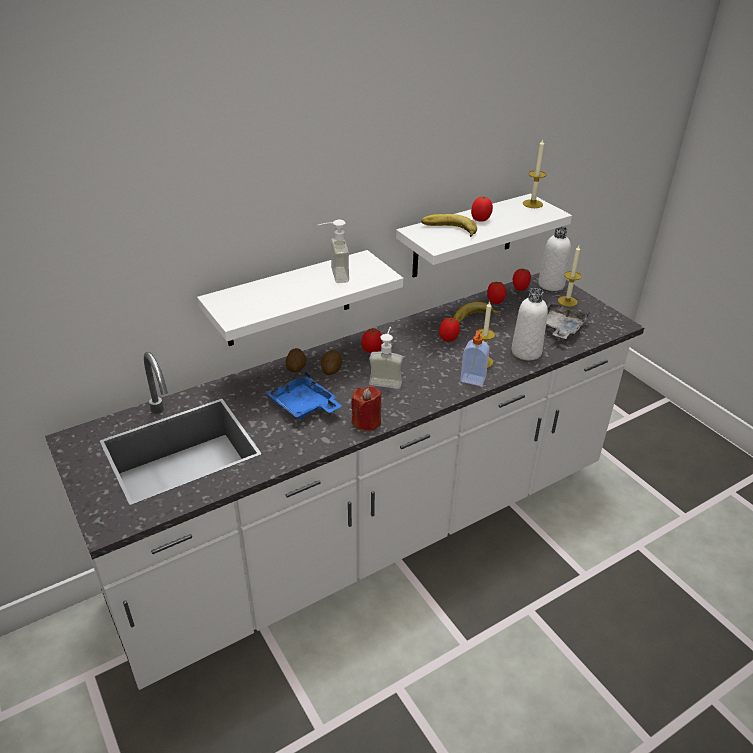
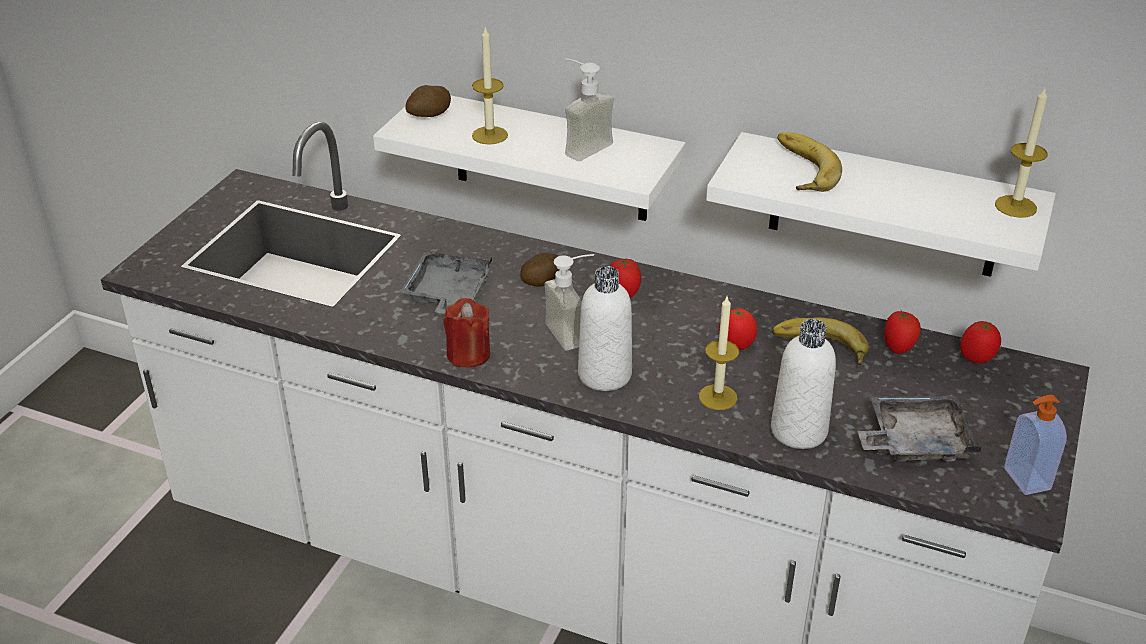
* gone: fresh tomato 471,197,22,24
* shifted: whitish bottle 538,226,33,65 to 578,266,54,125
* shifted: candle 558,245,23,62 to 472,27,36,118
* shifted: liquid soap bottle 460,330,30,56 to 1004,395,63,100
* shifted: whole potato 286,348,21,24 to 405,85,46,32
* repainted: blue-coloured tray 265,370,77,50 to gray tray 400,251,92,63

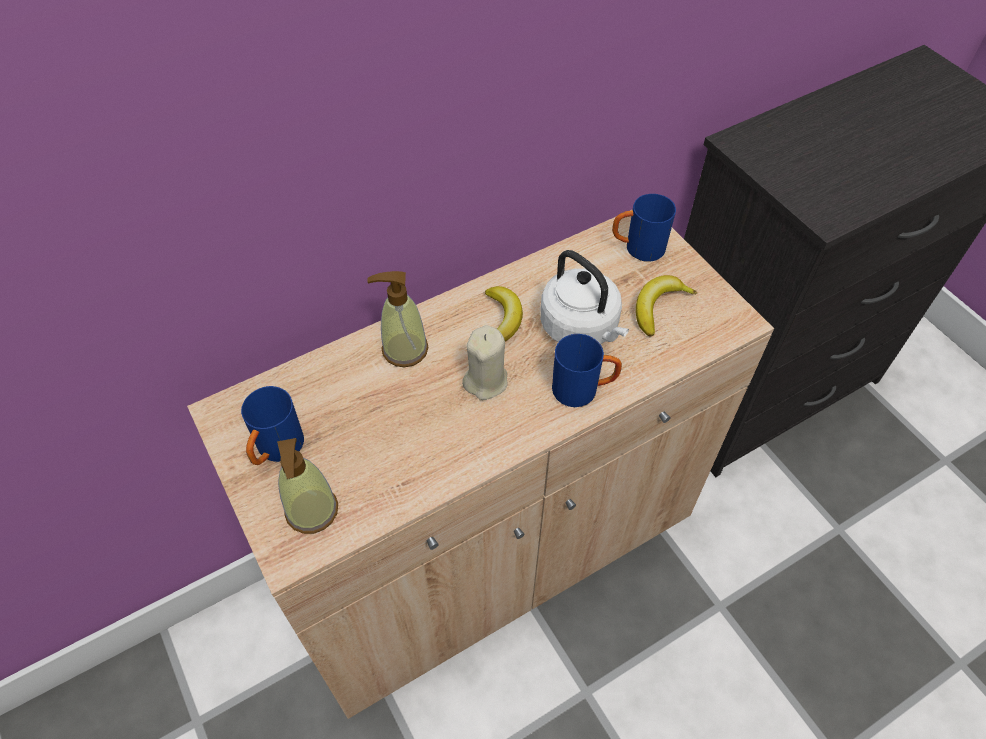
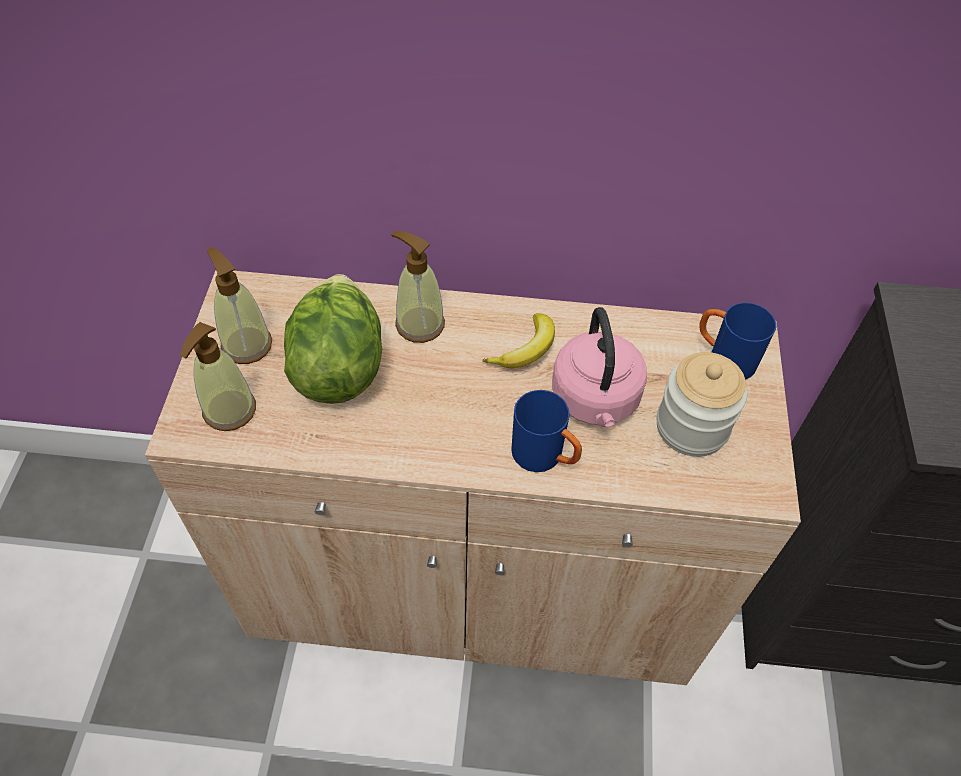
* repainted: whitish tea kettle 540,250,89,94 to pinkish tea kettle 552,307,95,120
* swapped: banana fruit 636,275,61,61 to jar 657,352,90,105
* gone: beige-coloured candle 462,325,46,75
* swapped: blue-coloured coffee mug 241,386,63,79 to liquid soap bottle 207,247,65,117
* new: lettuce head 284,274,98,130

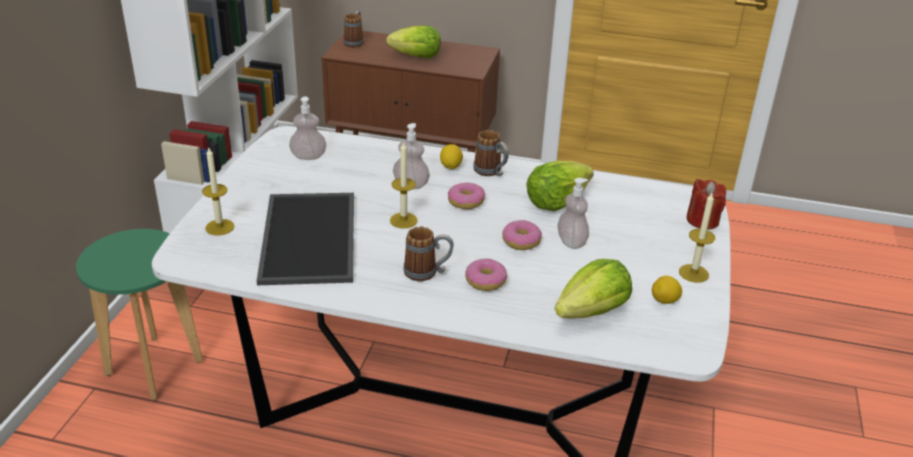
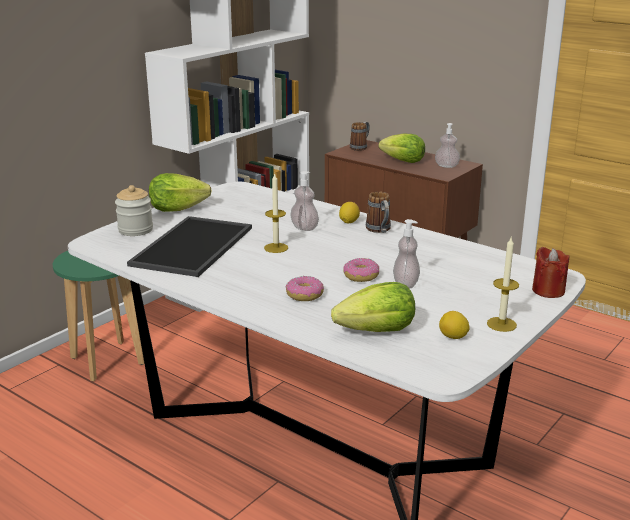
* shifted: liquid soap bottle 289,96,37,64 to 435,123,25,45
* swapped: candle 202,148,33,88 to jar 115,185,38,51
* shifted: lettuce head 526,161,68,50 to 149,173,63,39
* gone: doughnut 448,182,37,27
* gone: coffee mug 404,226,49,55

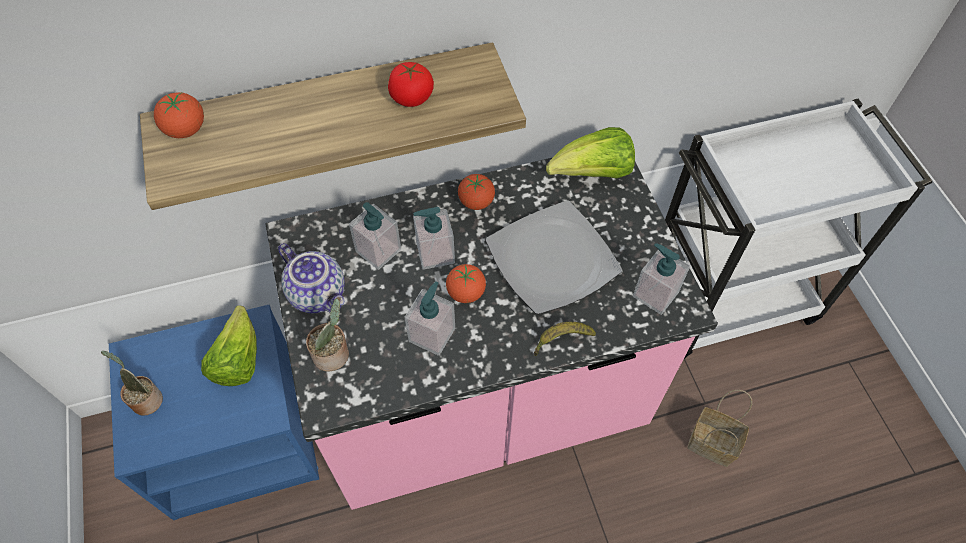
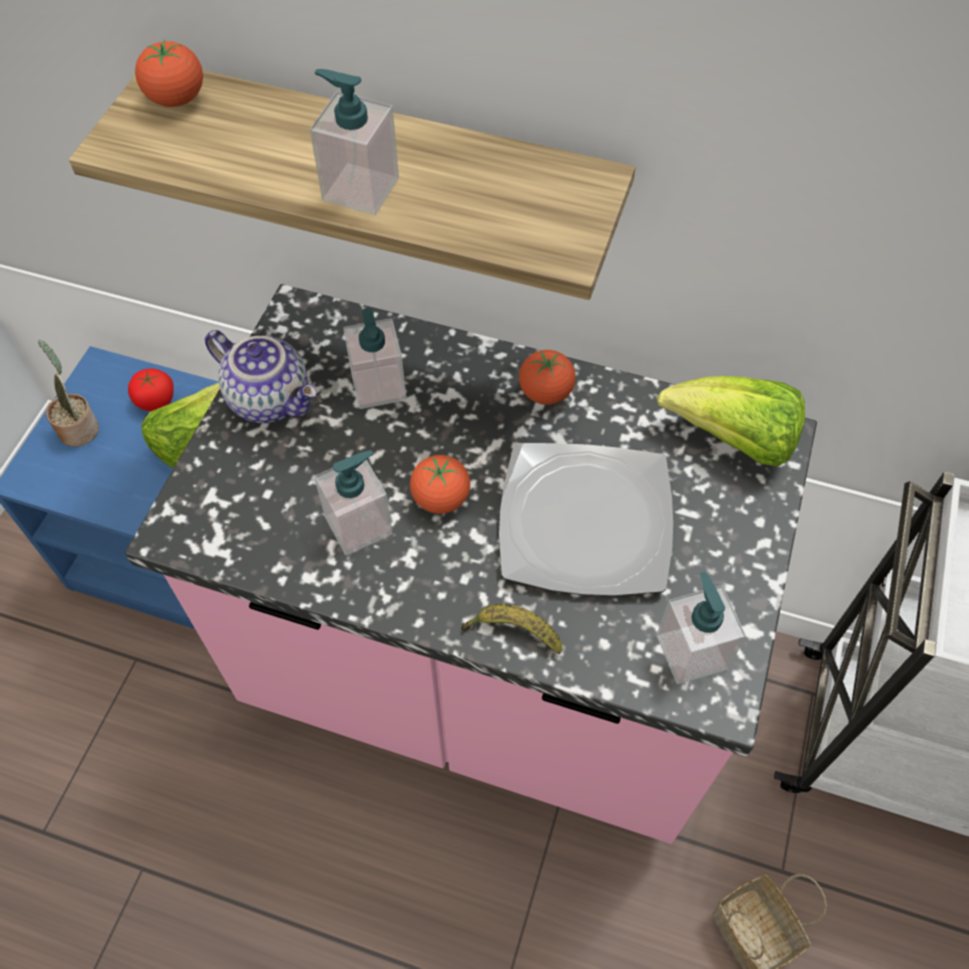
* shifted: fresh tomato 388,62,46,45 to 128,368,46,43
* shifted: liquid soap bottle 413,207,42,63 to 310,69,89,146
* rotated: teapot 278,243,67,70 = 205,330,112,93 45 degrees counterclockwise
* gone: houseplant 306,298,43,74

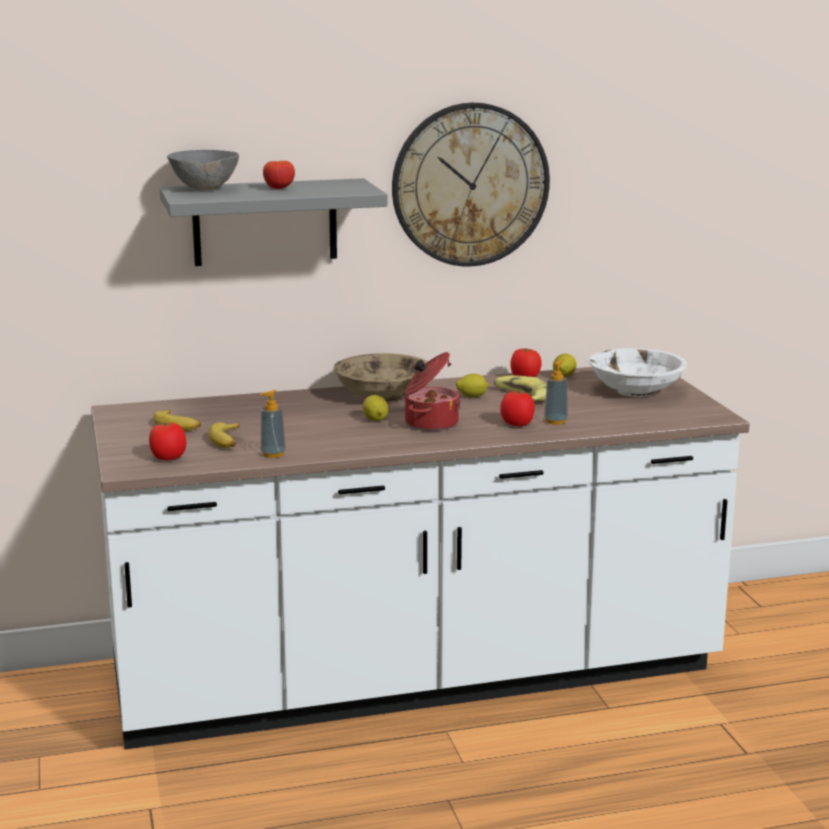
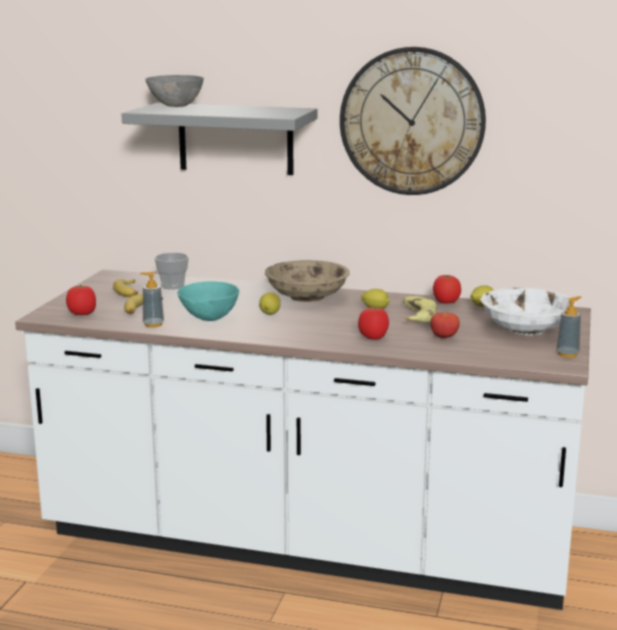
* shifted: fresh tomato 263,161,32,28 to 430,312,30,26
* gone: saucepot 405,352,56,79
* shifted: liquid soap bottle 544,359,24,66 to 556,296,25,62
* new: cup 155,253,34,36
* new: blue-green serving bowl 177,282,62,39

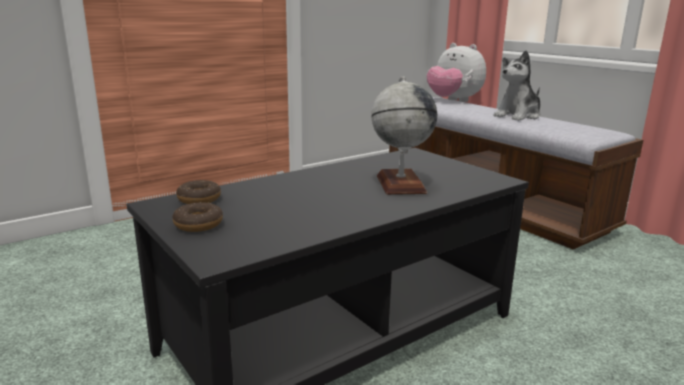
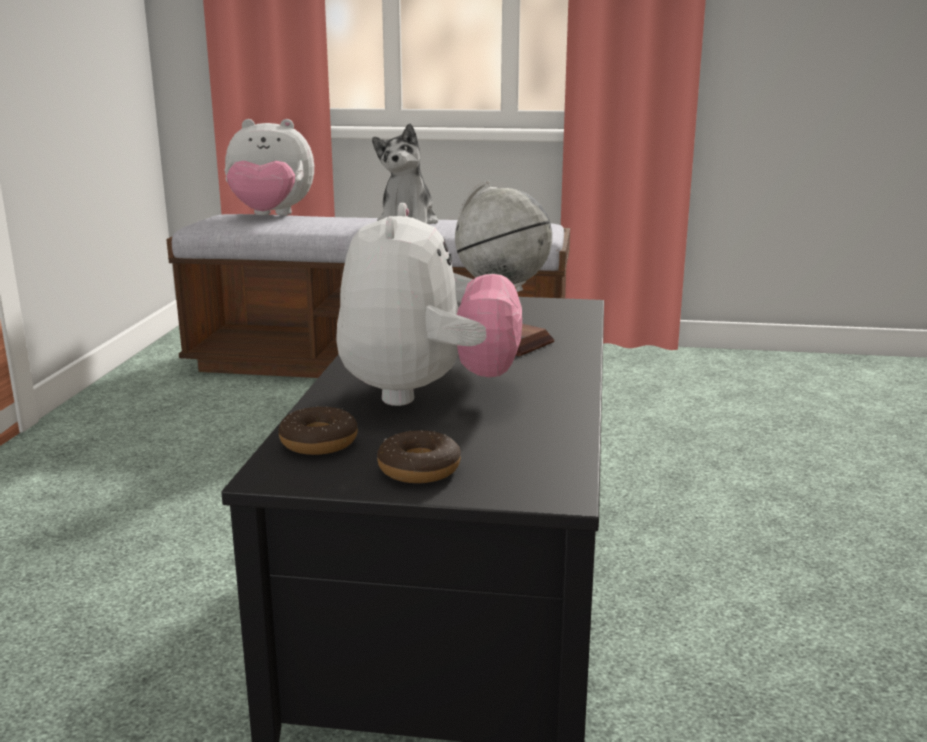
* new: plush toy 336,203,186,203

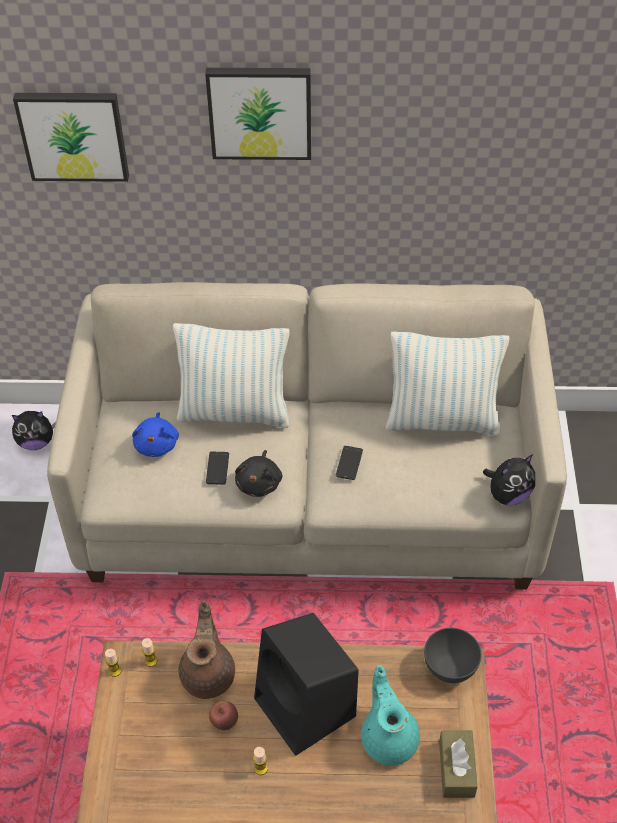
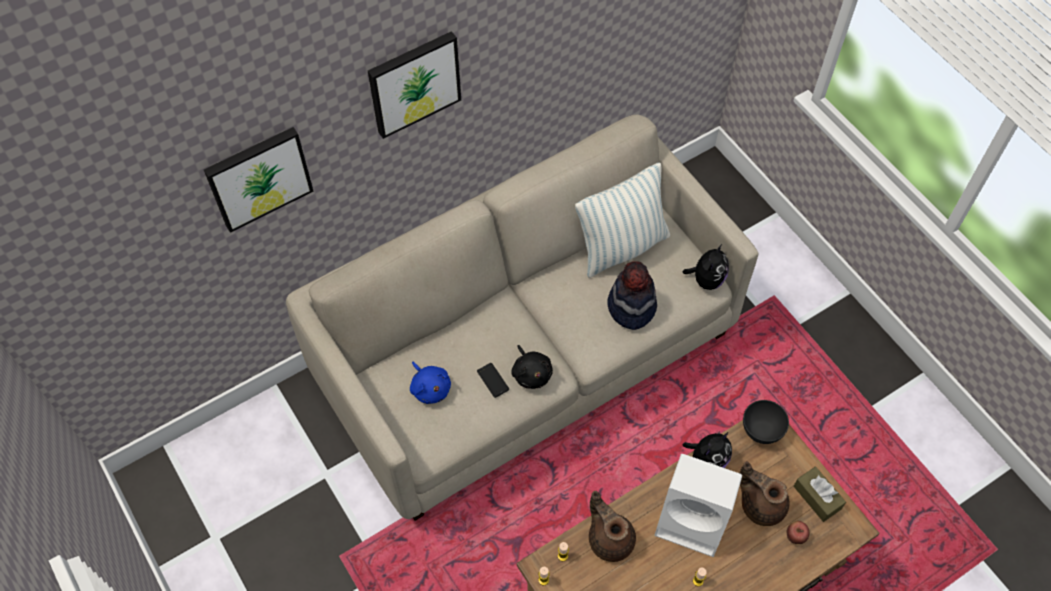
* gone: throw pillow 173,323,117,105
* shifted: plush toy 12,411,44,39 to 683,431,49,37
* gone: telephone 336,446,27,34
* repainted: blackish speaker 254,613,104,143 to whitish speaker 655,454,87,103
* repainted: blue-green teapot 361,665,59,101 to brown teapot 739,461,51,65
* shifted: apple 209,701,29,30 to 787,521,22,23
* new: hat 607,261,50,69

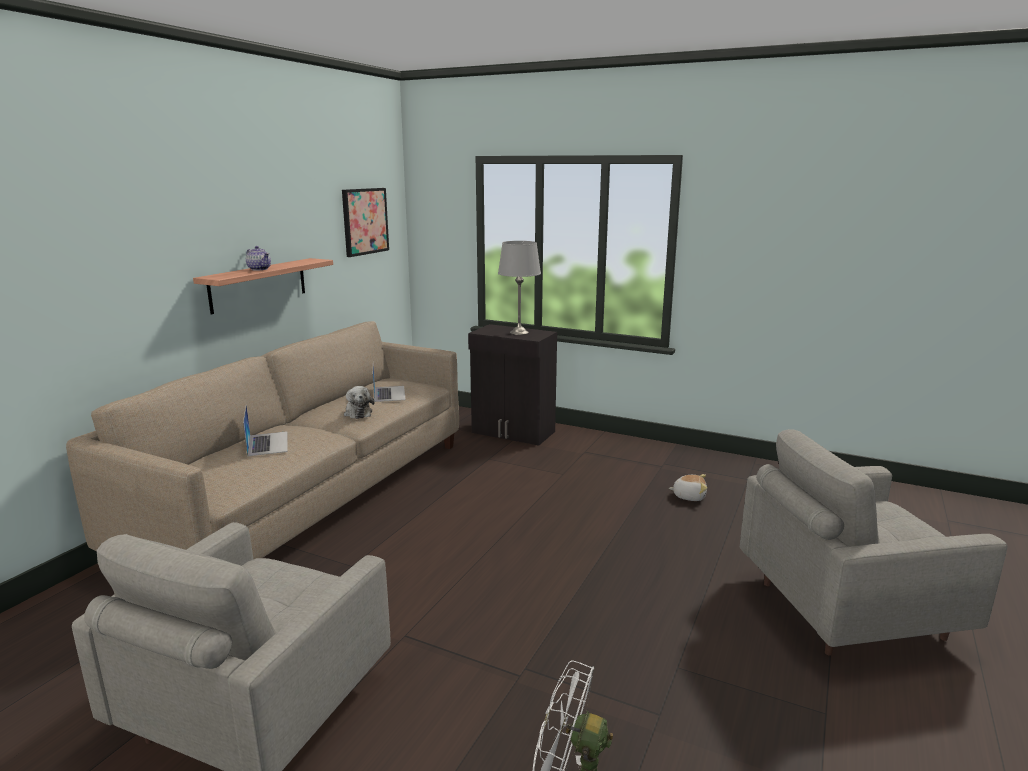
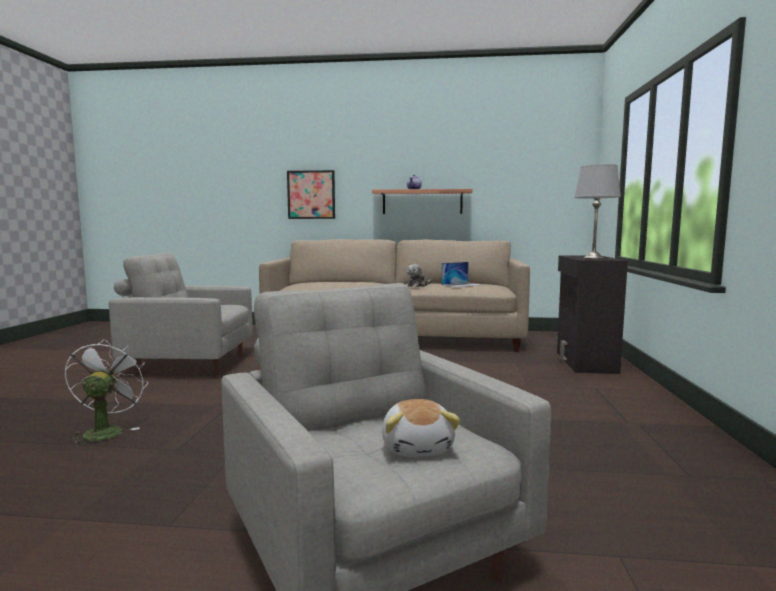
* shifted: picture 342,188,47,69 to 287,170,48,49
* gone: laptop 243,404,45,52
* shifted: plush toy 669,474,38,27 to 382,399,78,58

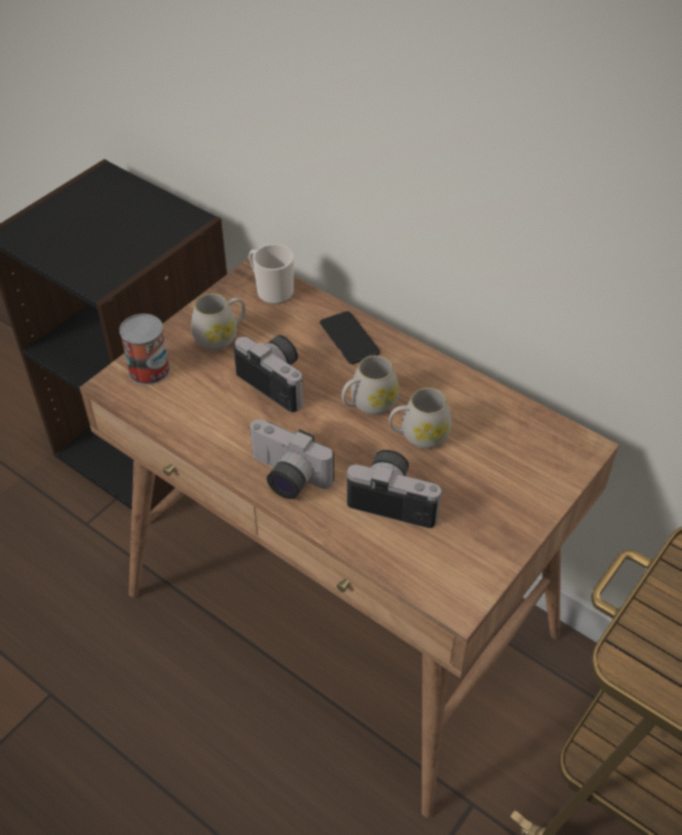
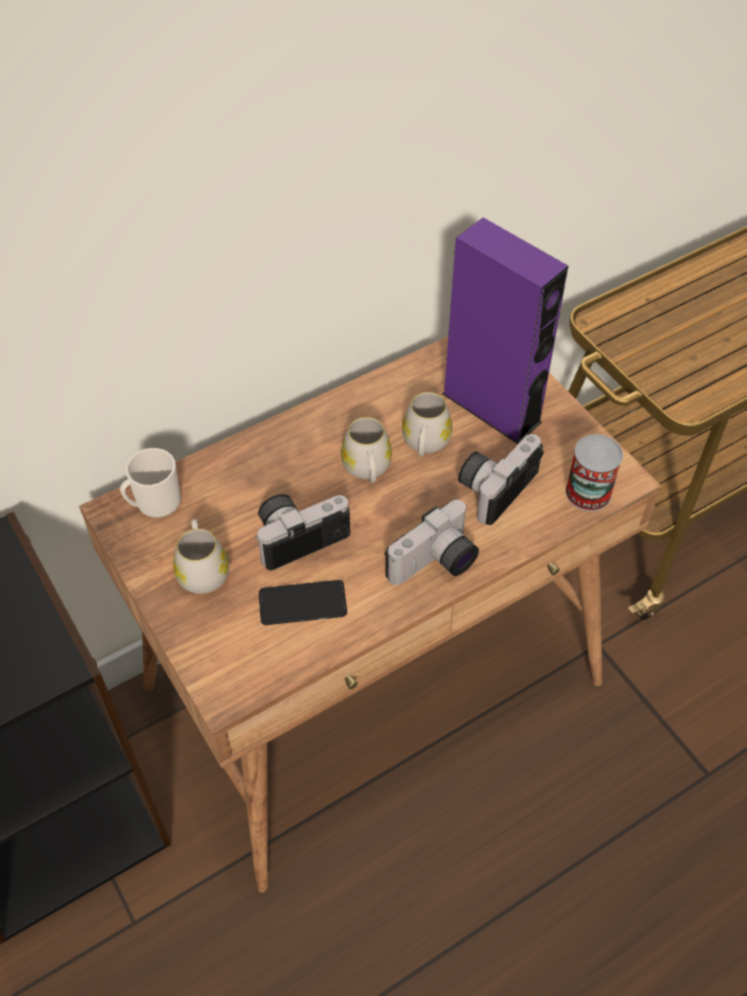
* shifted: telephone 320,311,60,53 to 259,580,88,45
* shifted: can 119,314,51,71 to 565,434,58,77
* new: purple-coloured speaker 442,217,126,227

